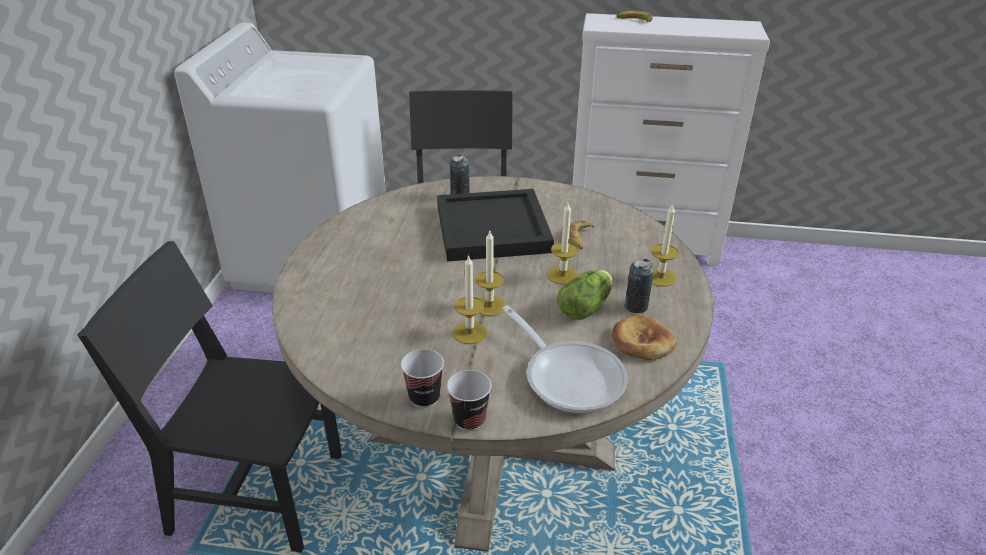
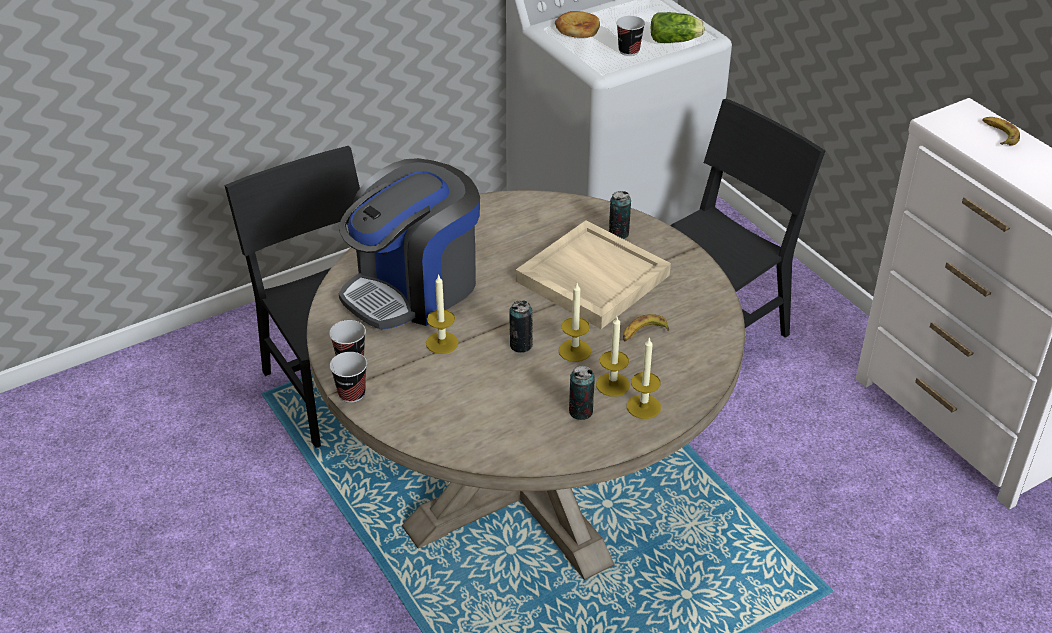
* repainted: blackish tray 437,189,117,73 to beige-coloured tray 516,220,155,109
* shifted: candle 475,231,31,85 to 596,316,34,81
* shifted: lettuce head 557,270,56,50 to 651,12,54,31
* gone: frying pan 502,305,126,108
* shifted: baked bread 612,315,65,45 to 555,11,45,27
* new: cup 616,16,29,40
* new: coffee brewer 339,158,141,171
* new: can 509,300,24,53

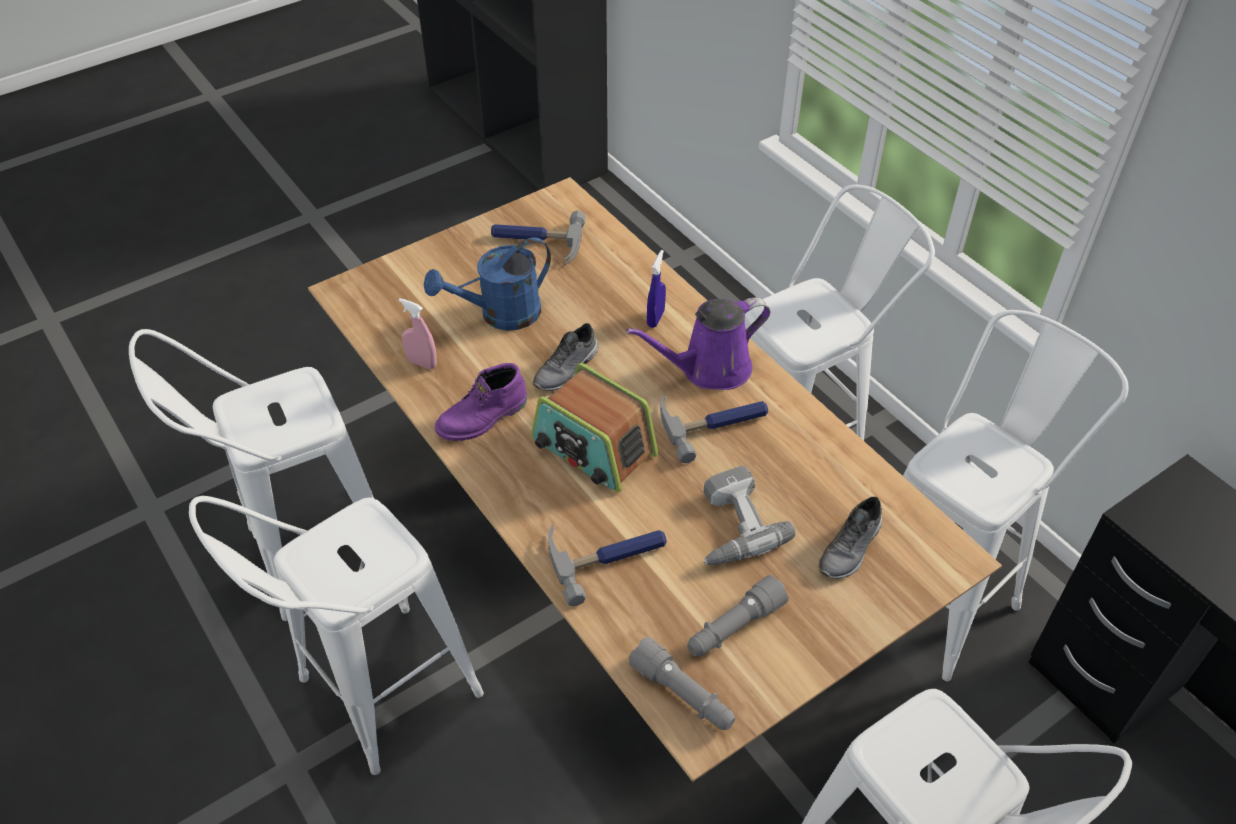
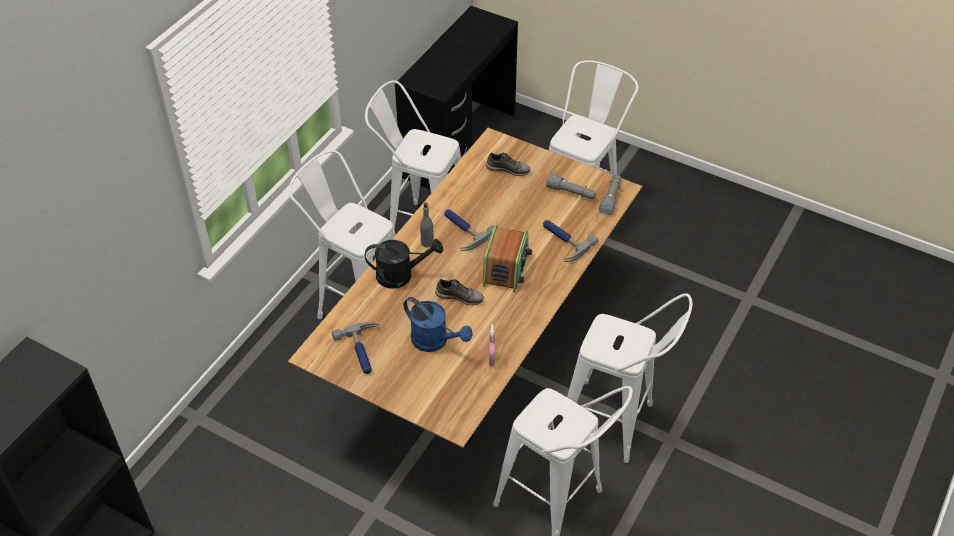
* swapped: blue-coloured hand sprayer 647,250,19,78 to blackish sprinkling can 365,239,78,50
* swapped: purple-coloured sprinkling can 626,298,144,92 to gray bottle 420,202,14,46
* gone: purple-coloured tall boot 435,363,92,78
* gone: power drill 703,466,93,99

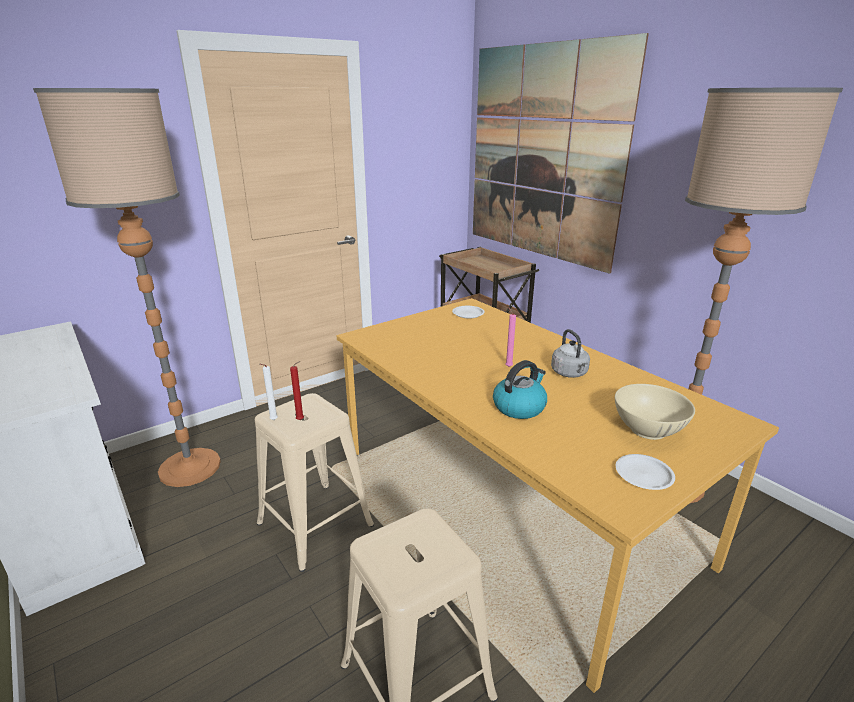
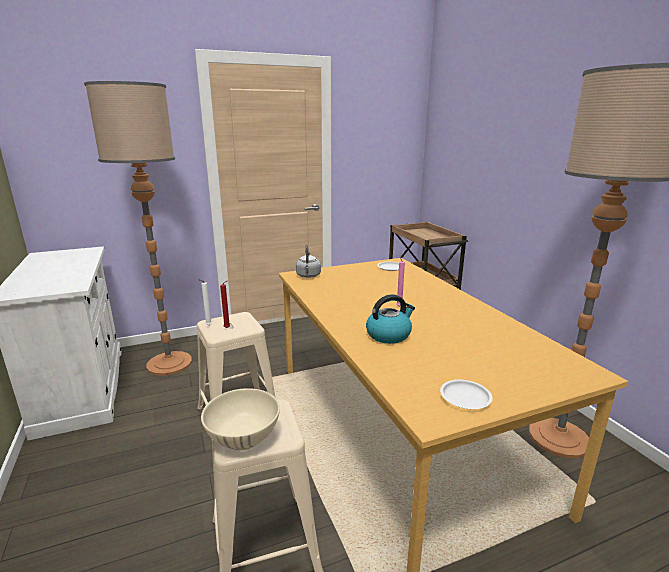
* gone: picture 473,33,176,241
* shifted: gray tea kettle 551,329,39,49 to 296,245,25,33
* shifted: beige-coloured serving bowl 615,384,80,56 to 201,388,79,62

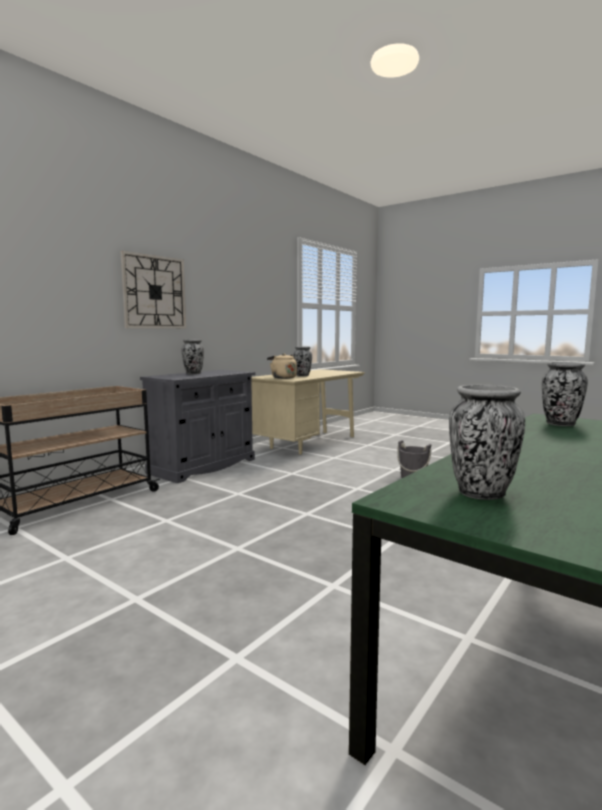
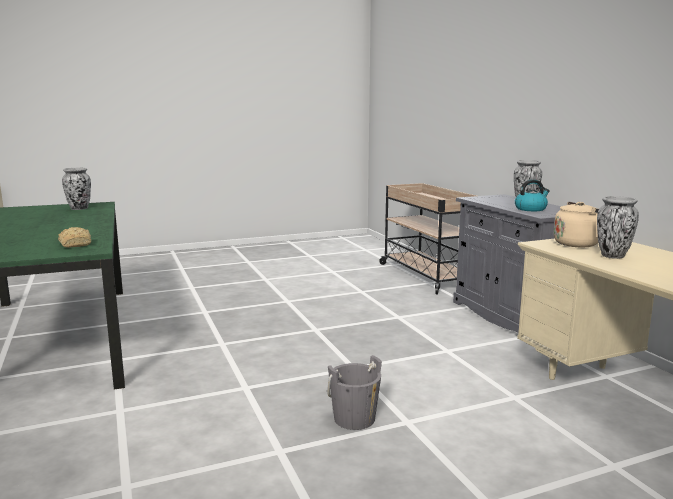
* gone: wall clock 120,251,66,77
* swapped: vase 542,362,46,64 to baked bread 58,227,33,21
* new: tea kettle 515,179,35,32

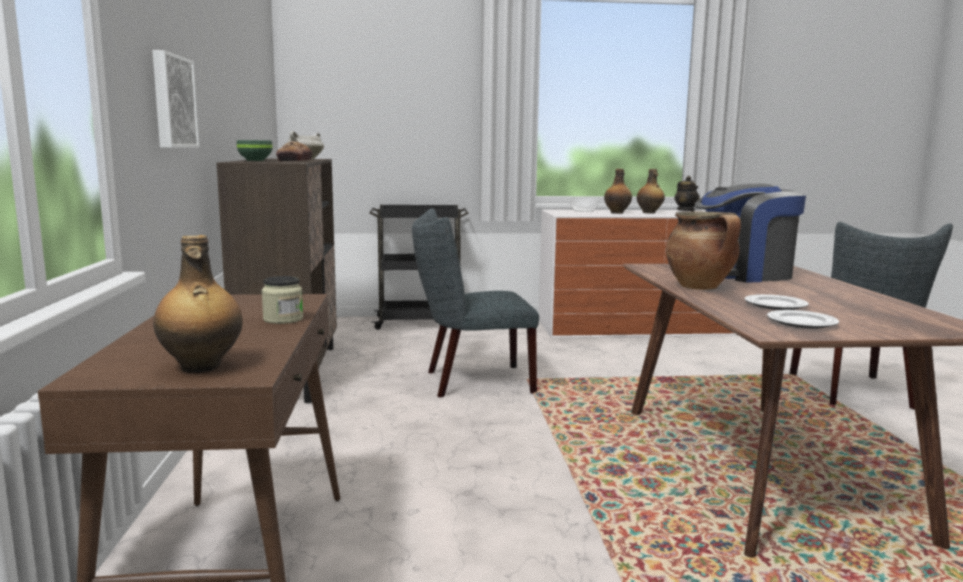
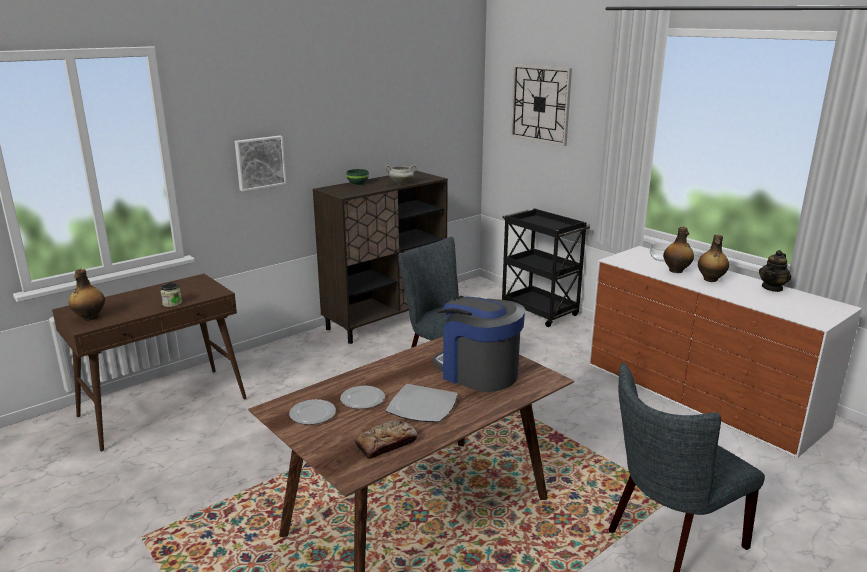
* shifted: baked bread 276,141,37,20 to 355,420,63,40
* gone: saucepot 666,211,75,79
* new: wall clock 510,64,62,82
* new: dinner plate 386,384,72,38

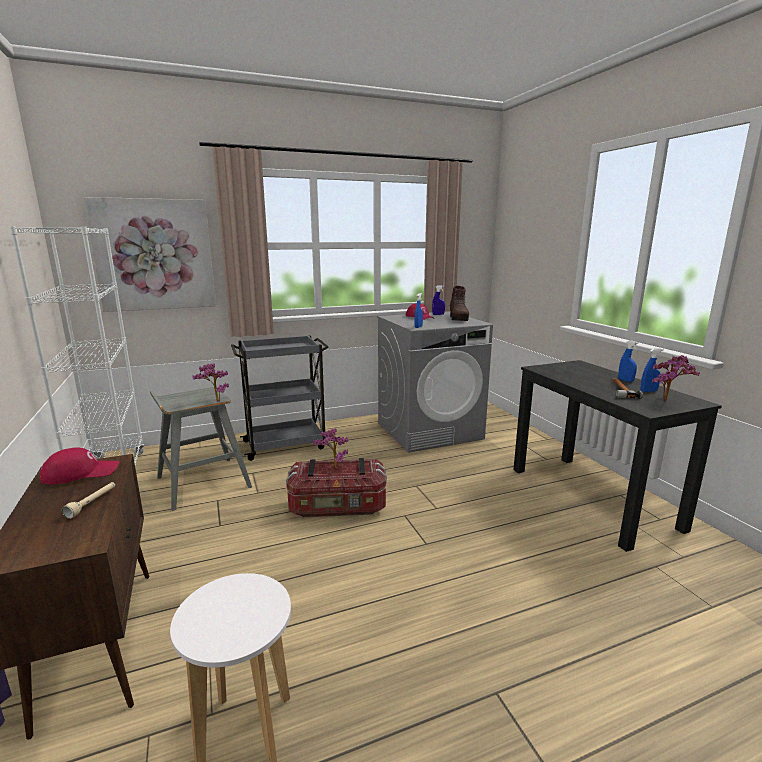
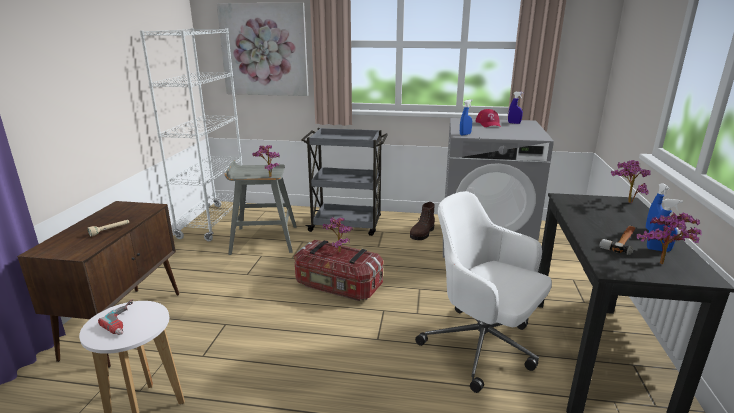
* shifted: brown tall boot 449,286,20,35 to 410,202,25,38
* gone: red-coloured peaked cap 40,447,79,37
* new: houseplant 611,160,39,43
* new: whitish computer chair 415,191,137,202
* new: power drill 98,299,35,36

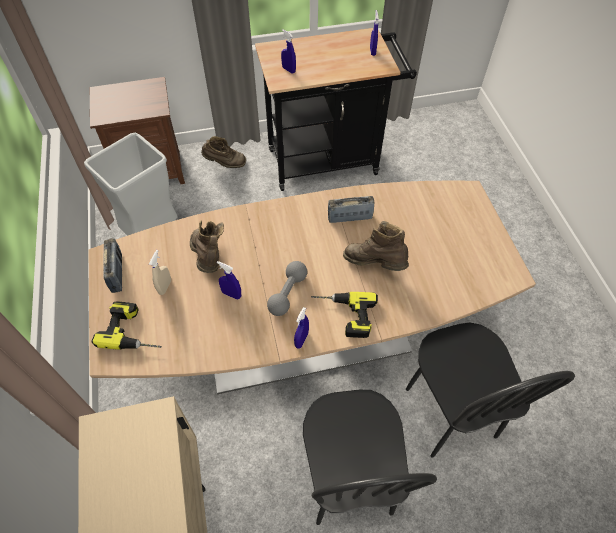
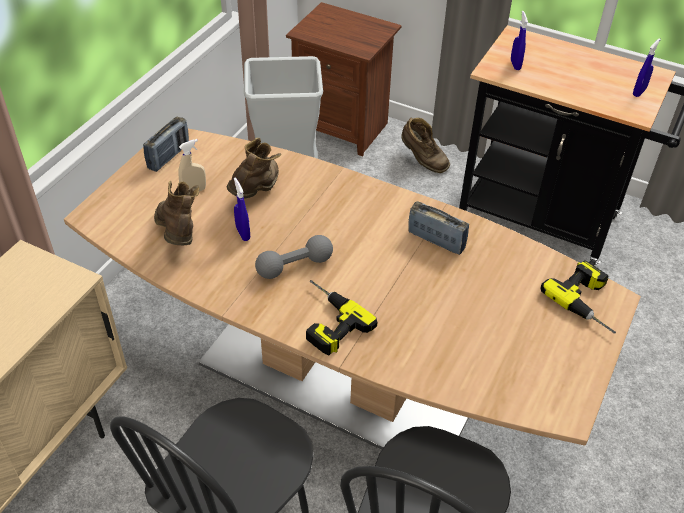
* shifted: brown tall boot 343,221,66,50 to 154,180,45,65
* shifted: power drill 91,302,71,48 to 541,260,75,74
* gone: blue-coloured hand sprayer 294,307,15,42

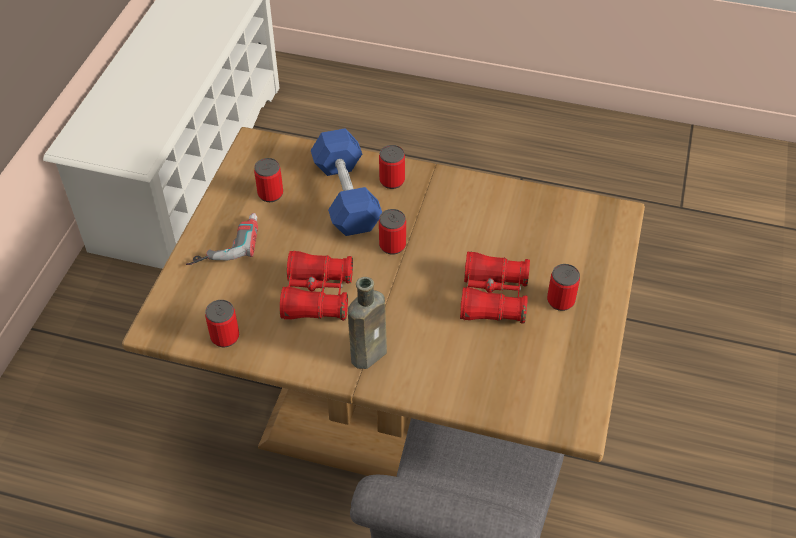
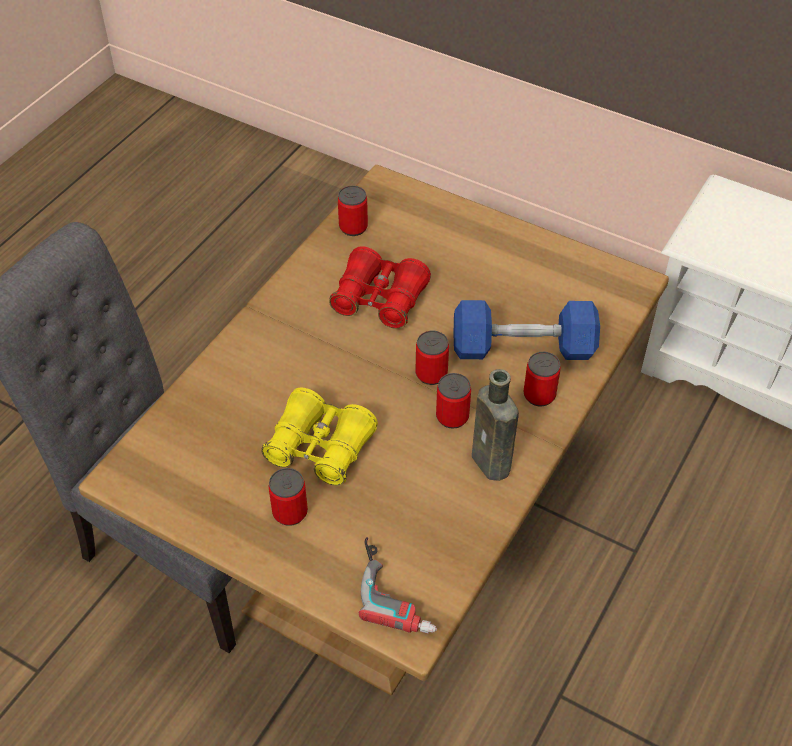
* shifted: can 254,158,29,44 to 436,373,35,56
* shifted: power drill 186,213,72,52 to 359,537,78,97
* repainted: red-coloured pair of binoculars 460,251,70,73 to yellow pair of binoculars 261,388,117,98
* shifted: brown bottle 348,277,39,92 to 472,369,47,112

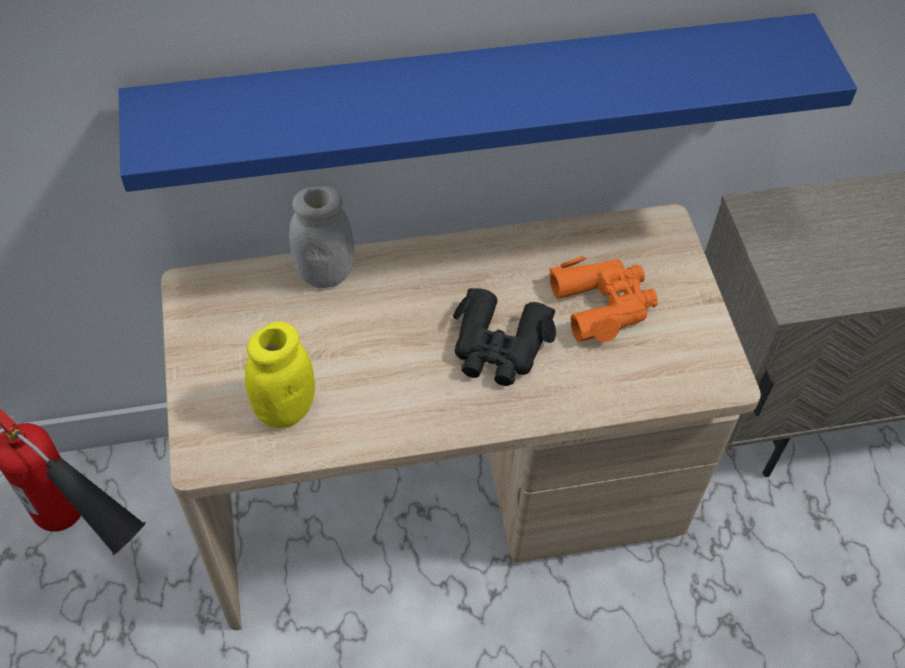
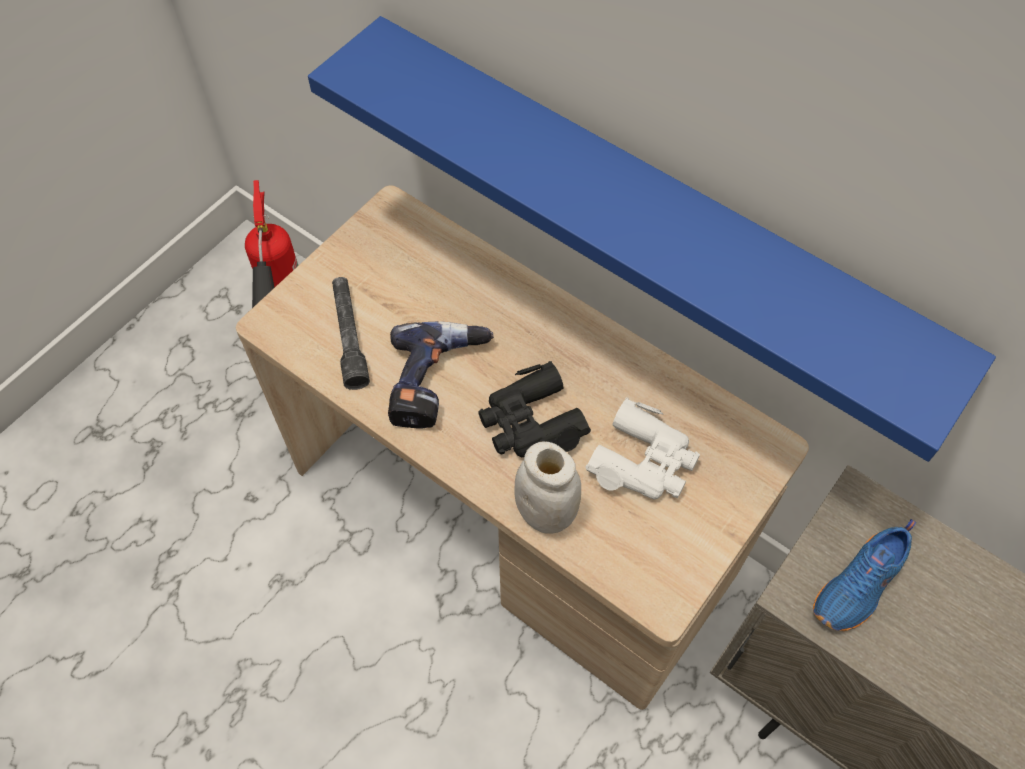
* shifted: whitish jar 289,186,65,102 to 515,441,66,92
* repainted: orange pair of binoculars 549,256,109,86 to whitish pair of binoculars 585,397,115,102
* swapped: yellow jar 245,321,70,107 to gray flashlight 332,277,38,113
* new: power drill 388,321,106,108
* new: blue-coloured item of footwear 813,519,103,112

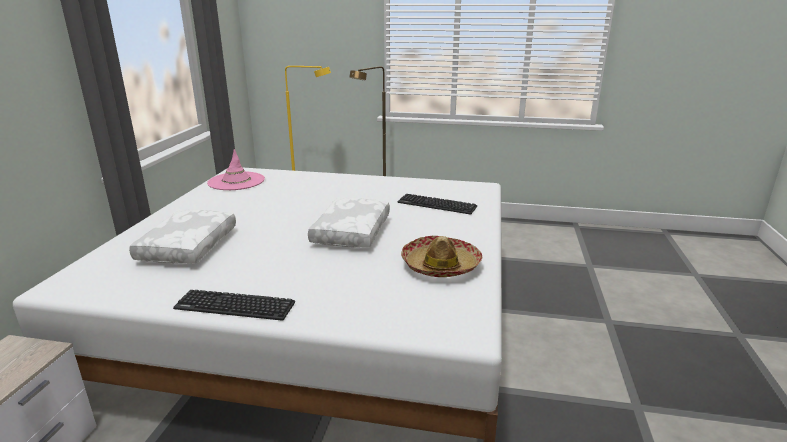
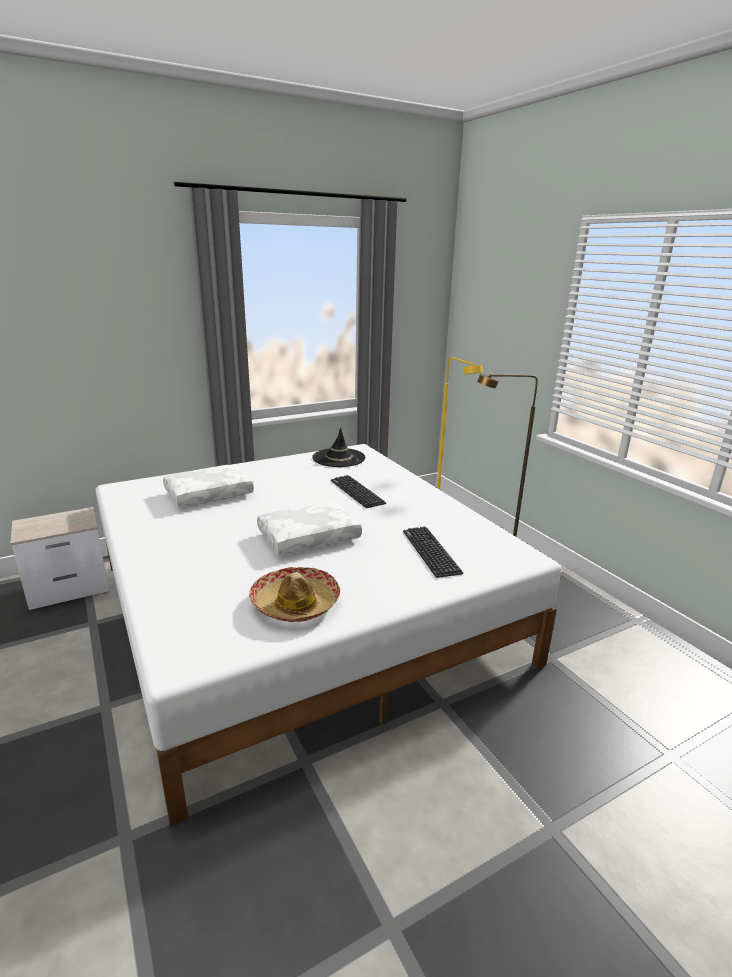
* repainted: pinkish hat 207,149,58,41 to blackish hat 312,427,53,40
* shifted: keyboard 173,290,122,31 to 331,475,55,33

